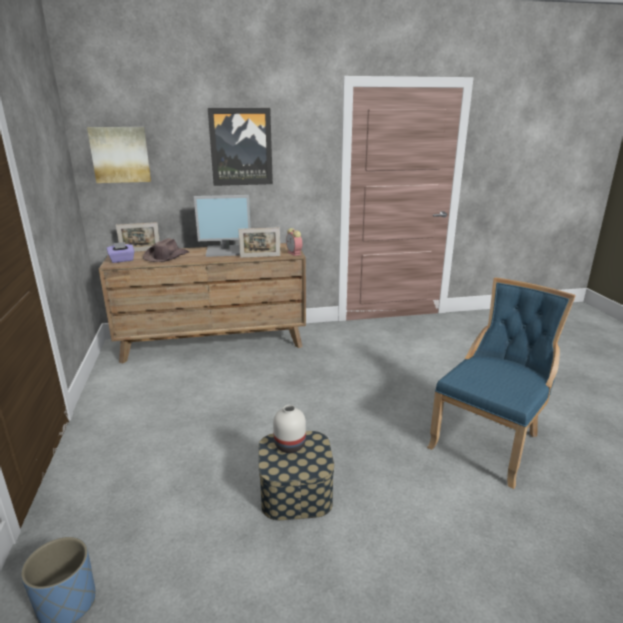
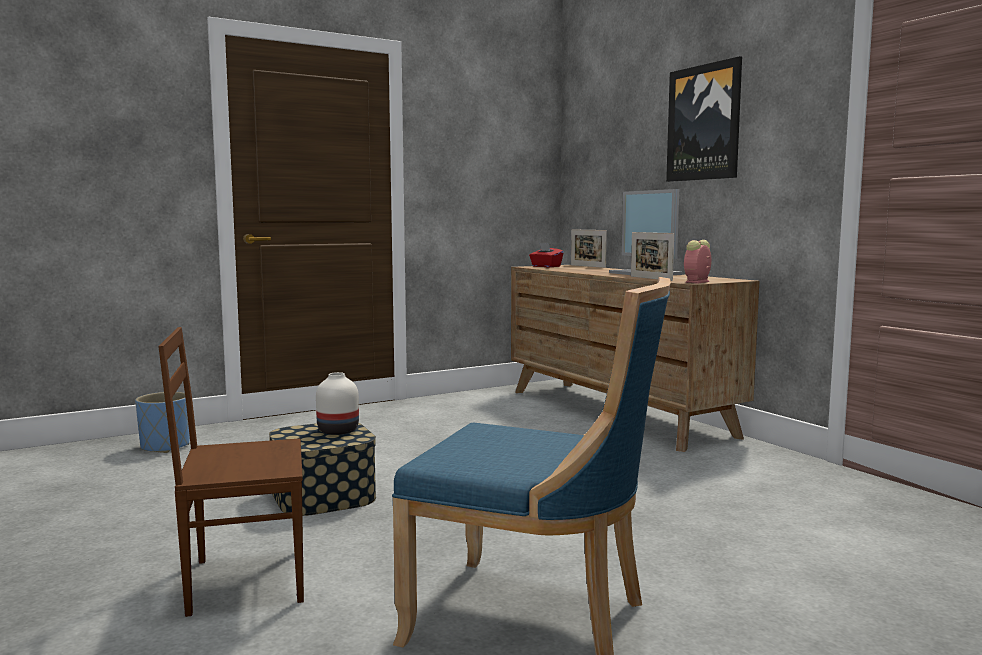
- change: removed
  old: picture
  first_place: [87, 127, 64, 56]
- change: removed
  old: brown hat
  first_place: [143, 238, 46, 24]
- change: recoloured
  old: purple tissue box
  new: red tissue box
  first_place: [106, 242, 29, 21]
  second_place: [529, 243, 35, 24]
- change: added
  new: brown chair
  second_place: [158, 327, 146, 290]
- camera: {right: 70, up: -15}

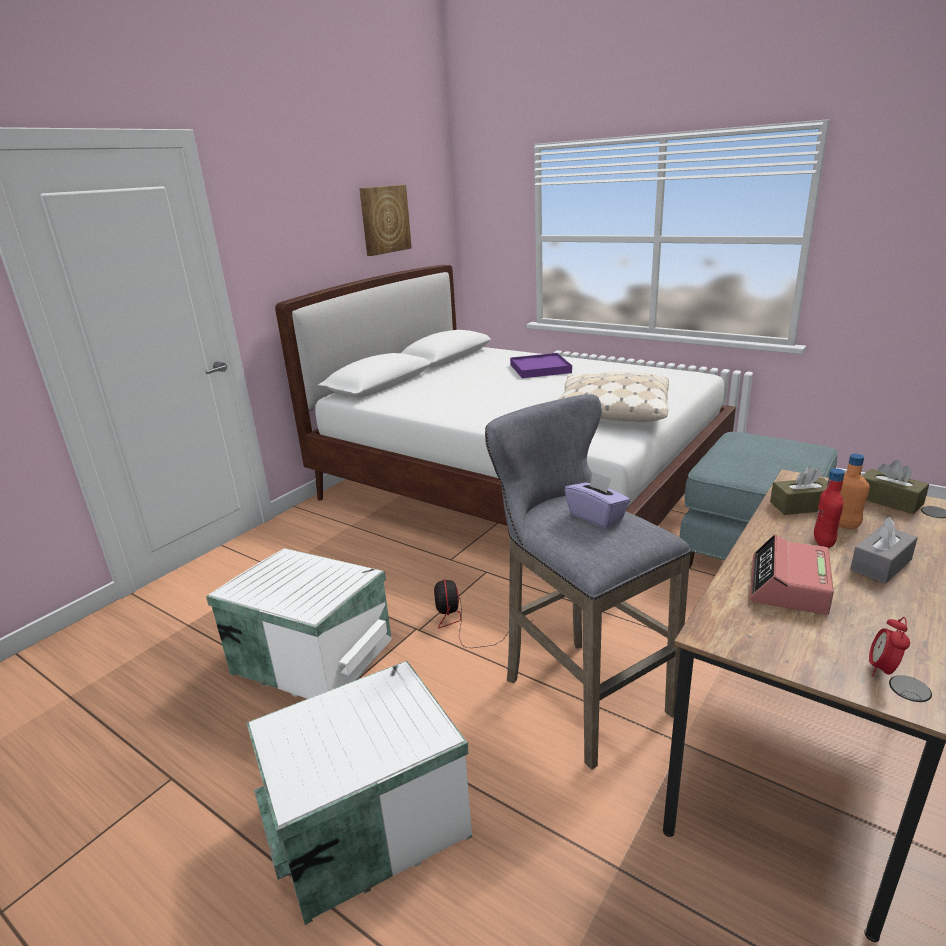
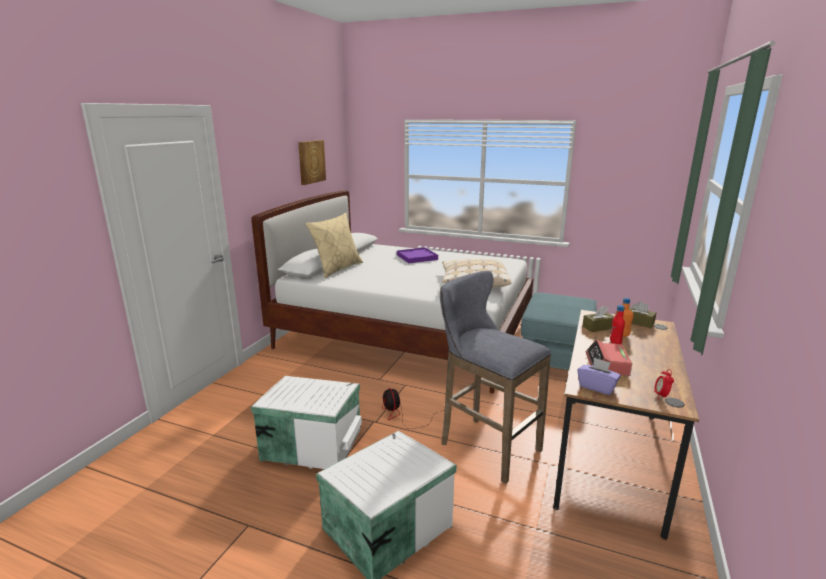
- change: moved
  old: purple tissue box
  first_place: [565, 472, 65, 56]
  second_place: [577, 358, 44, 37]
- change: removed
  old: grey tissue box
  first_place: [850, 517, 68, 67]
- change: added
  new: beige pillow
  second_place: [306, 213, 57, 65]
- camera: {right: -15, up: -5}

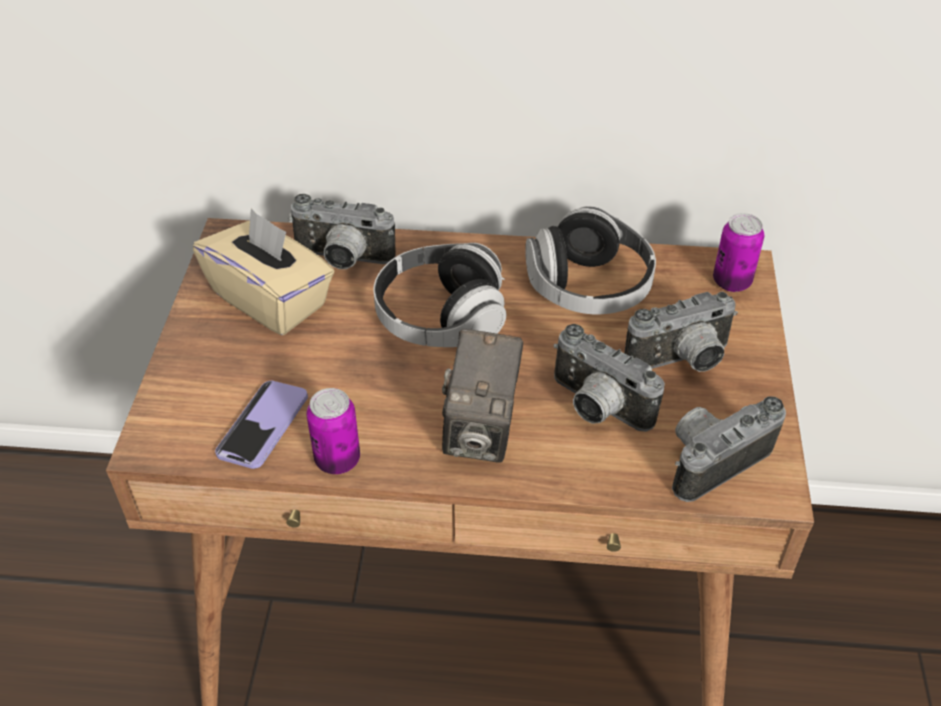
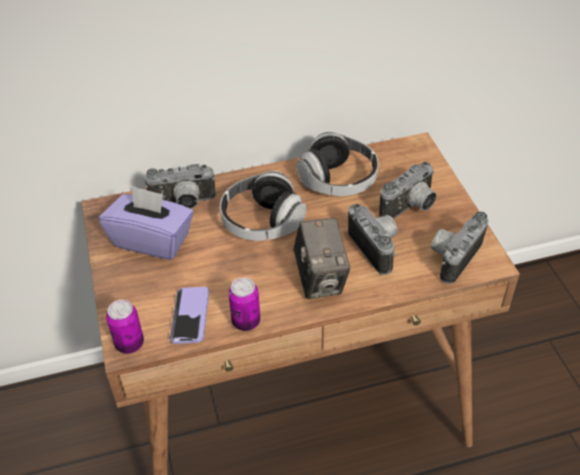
- change: recoloured
  old: beige tissue box
  new: purple tissue box
  first_place: [193, 208, 142, 127]
  second_place: [99, 186, 95, 74]
- change: moved
  old: can
  first_place: [713, 213, 51, 79]
  second_place: [106, 300, 38, 54]
- change: turned
  old: photo camera
  first_place: [553, 324, 112, 108]
  second_place: [348, 204, 50, 71]
  degrees: -135
- camera: {right: -20, up: 0}

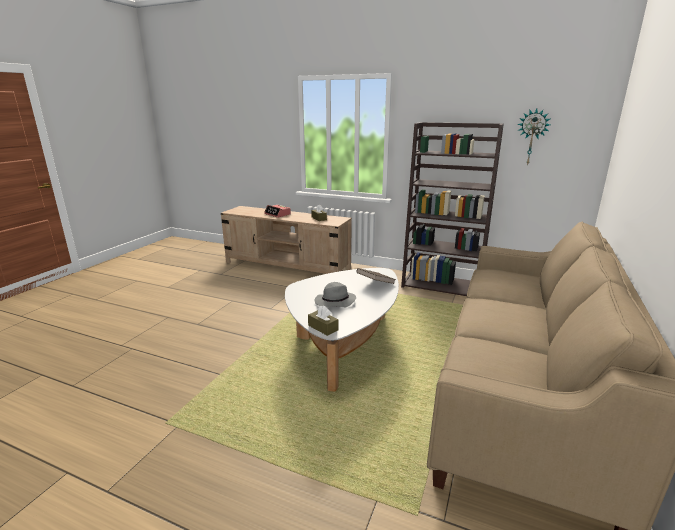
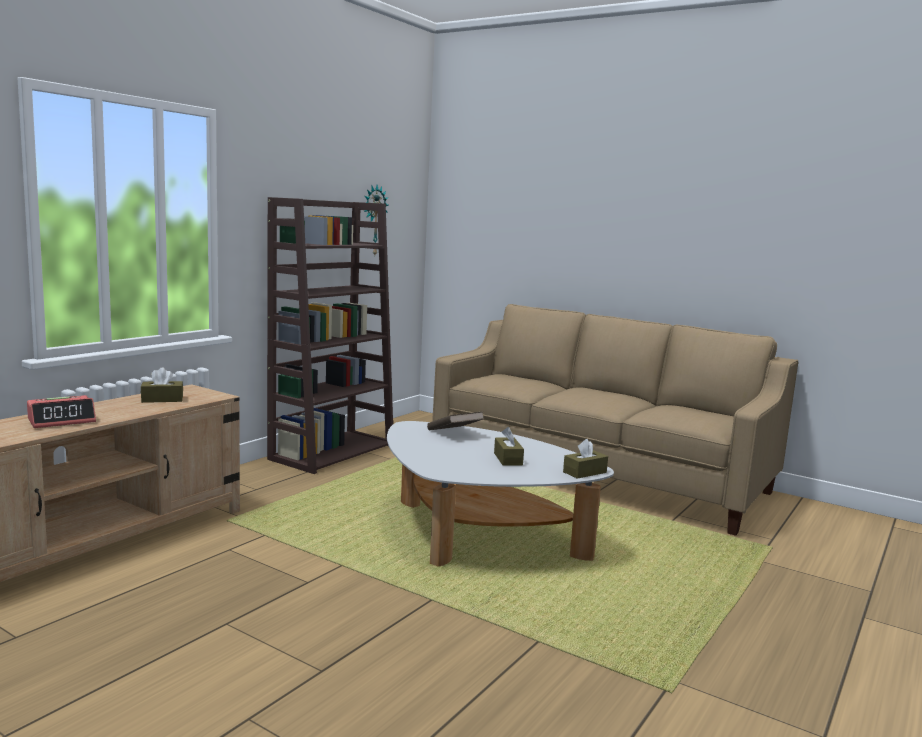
- change: replaced
  old: grey hat
  new: brown tissue box
  first_place: [314, 282, 42, 26]
  second_place: [494, 427, 30, 39]
- camera: {right: -80, up: -10}

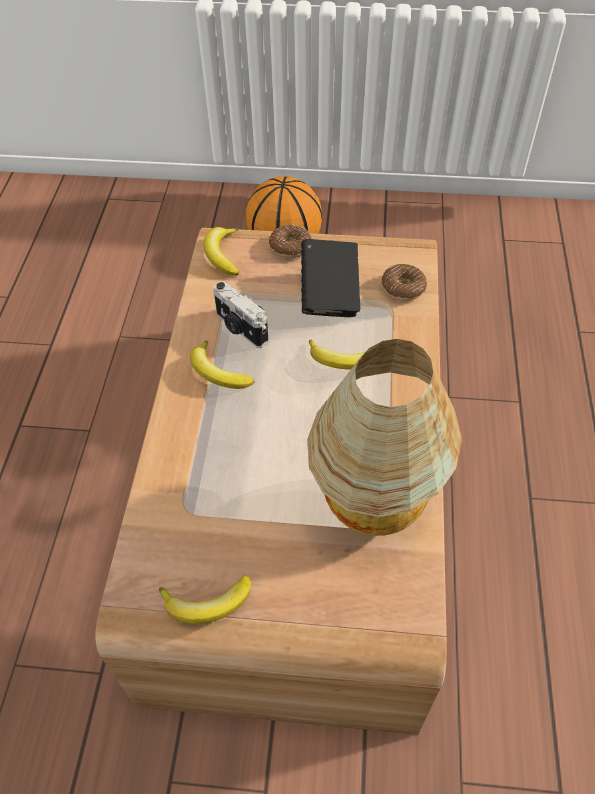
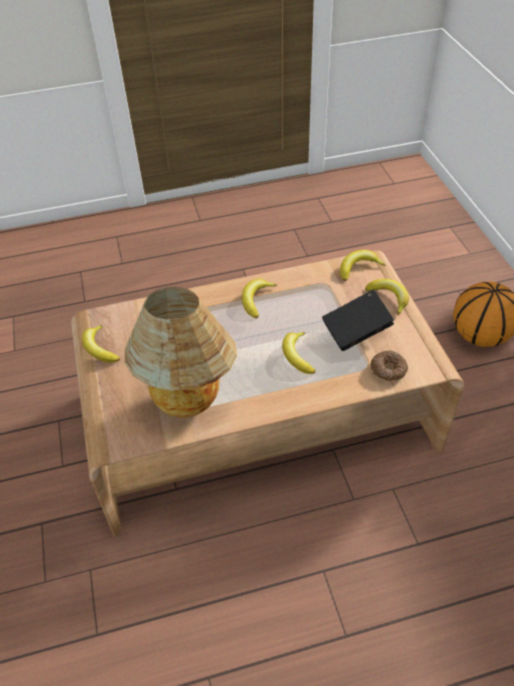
- change: replaced
  old: donut
  new: banana
  first_place: [269, 224, 43, 34]
  second_place: [365, 279, 44, 36]
- change: removed
  old: photo camera
  first_place: [213, 281, 56, 67]
- camera: {right: 70, up: -5}

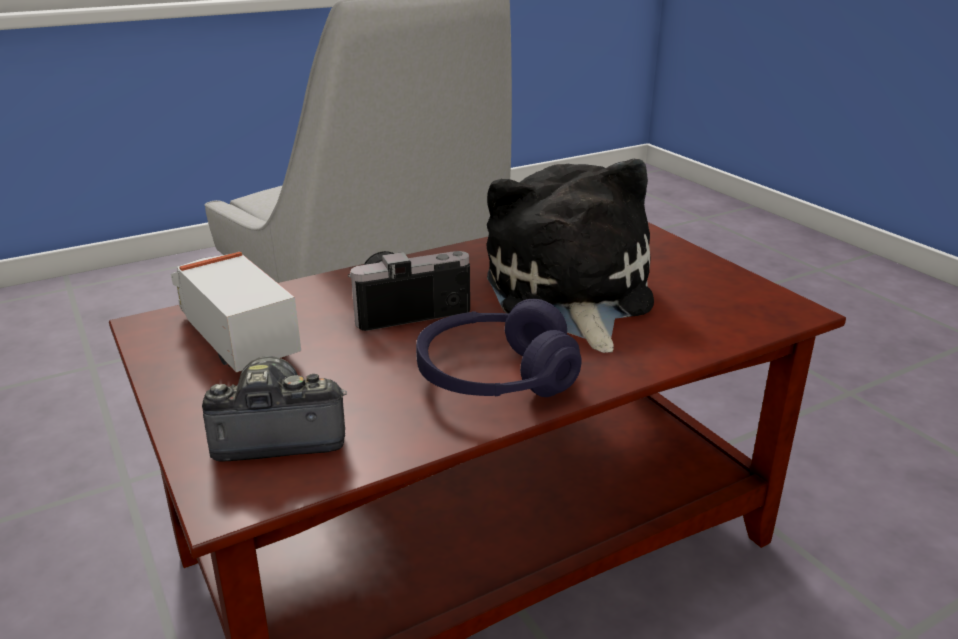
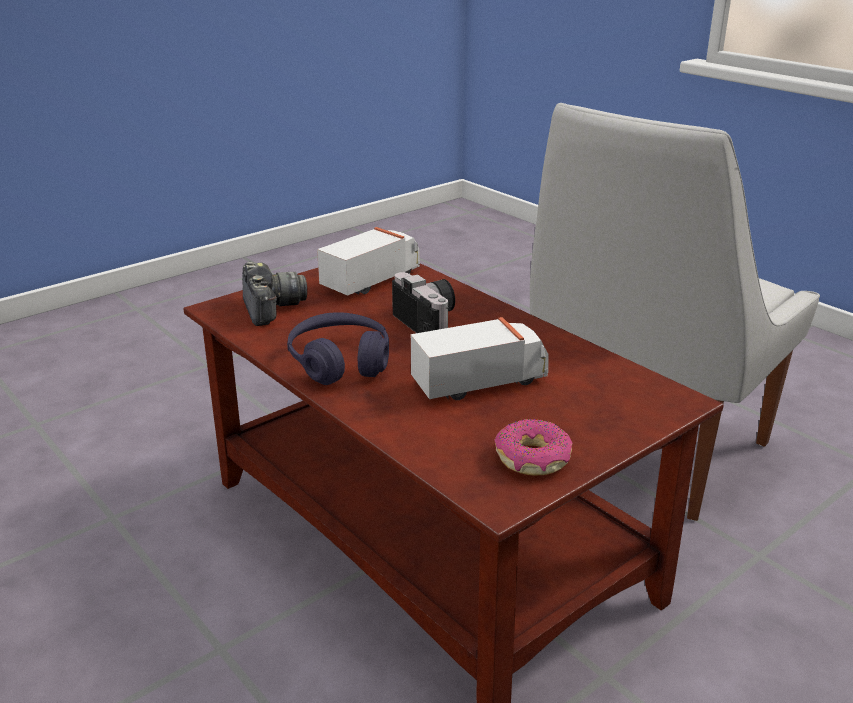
- change: replaced
  old: plush toy
  new: toy truck
  first_place: [486, 158, 168, 195]
  second_place: [411, 317, 138, 83]
- change: added
  new: donut
  second_place: [494, 419, 79, 57]
- camera: {right: 80, up: 0}

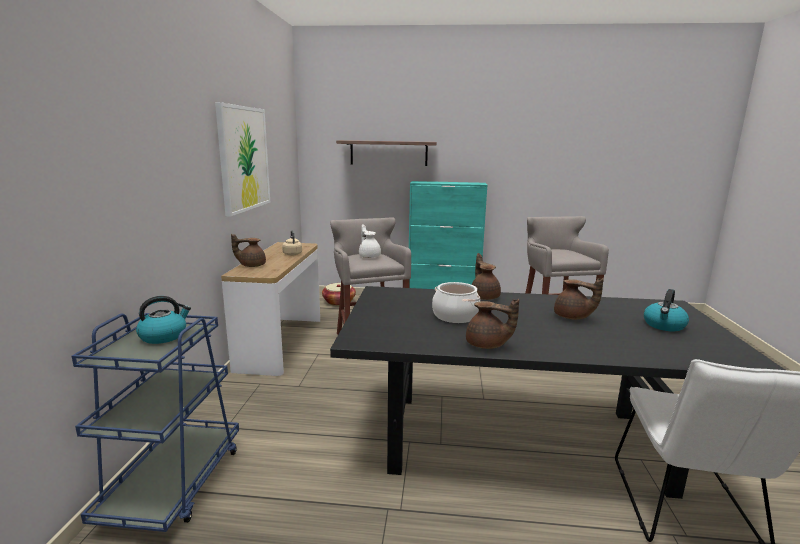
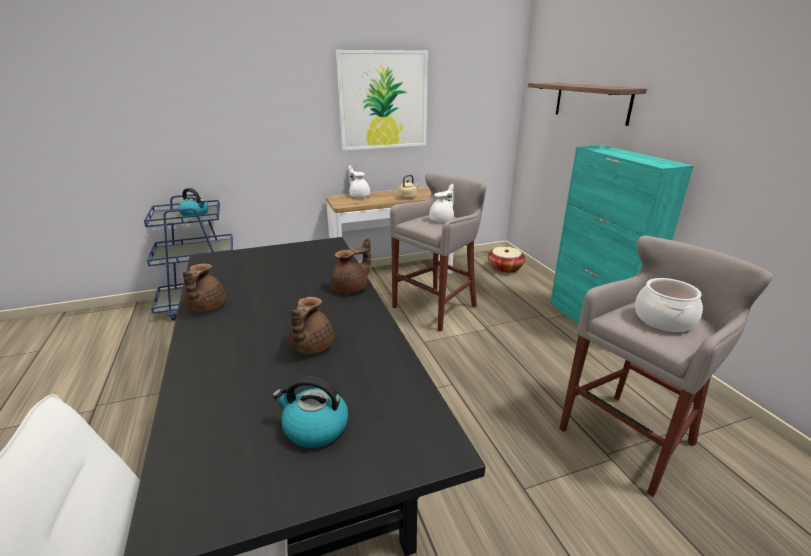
- change: recoloured
  old: brown teapot
  new: white teapot
  first_place: [231, 234, 35, 33]
  second_place: [349, 165, 21, 33]
- change: moved
  old: cooking pot
  first_place: [432, 282, 48, 41]
  second_place: [635, 278, 68, 54]
- camera: {right: 65, up: 10}

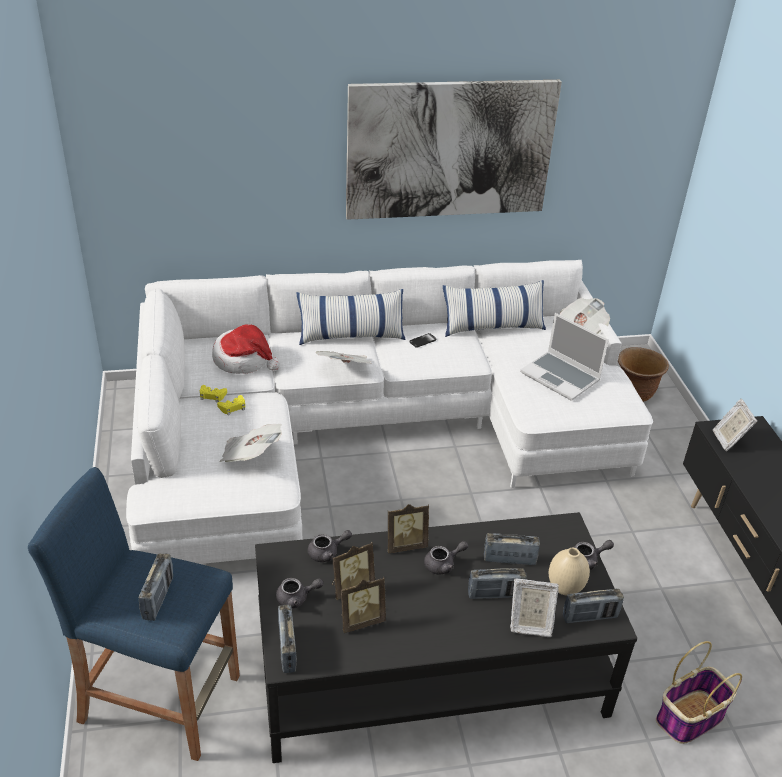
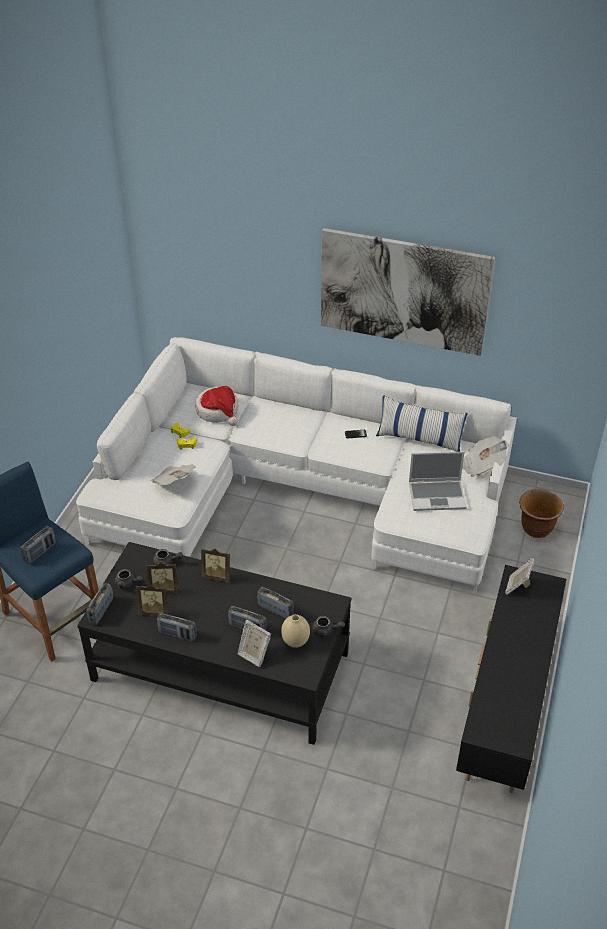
- change: removed
  old: pillow
  first_place: [297, 289, 108, 56]
- change: turned
  old: laptop
  first_place: [520, 313, 89, 88]
  second_place: [409, 452, 58, 59]
  degrees: -75
- change: removed
  old: newspaper
  first_place: [316, 351, 56, 13]
- change: removed
  old: grey teapot
  first_place: [424, 541, 44, 34]
- change: moved
  old: radio
  first_place: [563, 589, 61, 34]
  second_place: [157, 613, 40, 28]
- change: removed
  old: basket
  first_place: [656, 641, 86, 103]
- camera: {right: 30, up: 5}

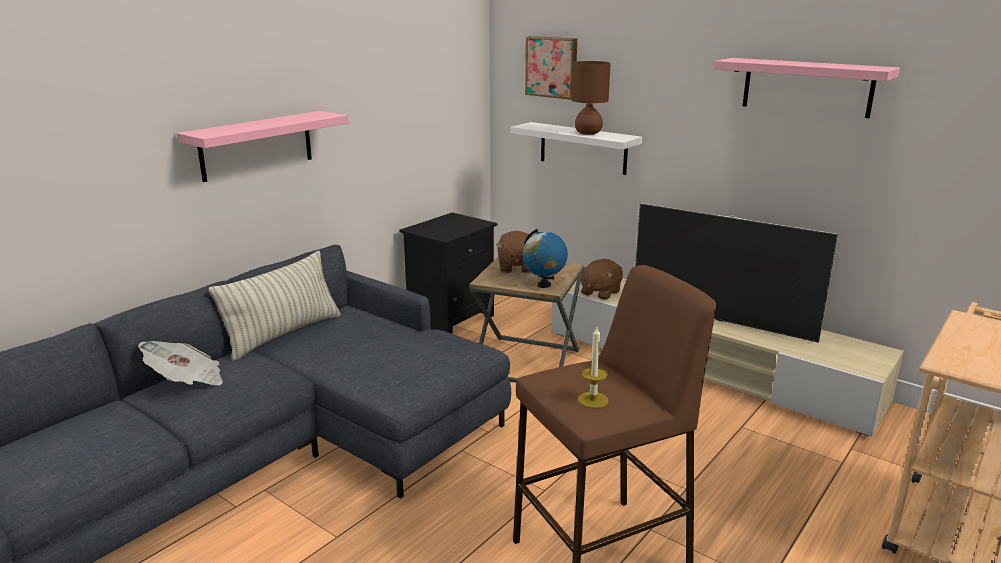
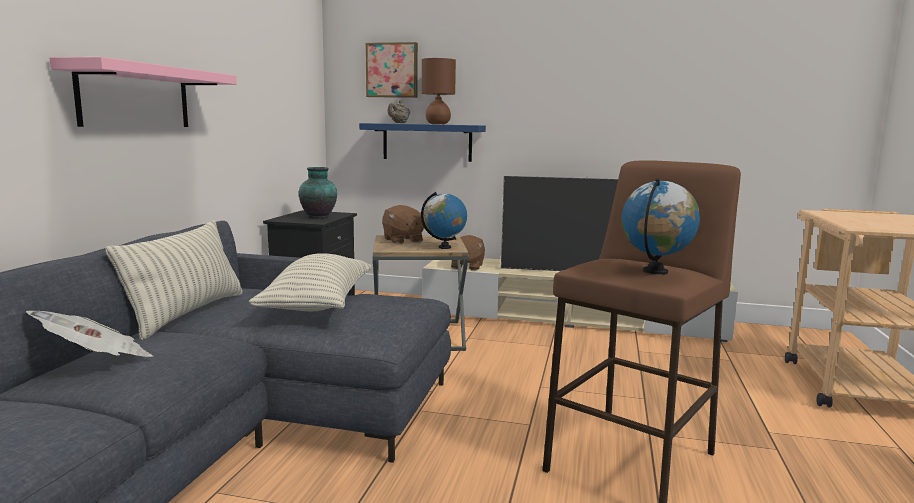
- change: removed
  old: pink shelf
  first_place: [714, 58, 186, 60]
- change: recoloured
  old: white shelf
  new: blue shelf
  first_place: [510, 122, 132, 53]
  second_place: [359, 123, 127, 39]
- change: replaced
  old: candle
  new: globe
  first_place: [578, 327, 30, 81]
  second_place: [622, 179, 78, 96]
- change: added
  new: beige teapot
  second_place: [387, 100, 23, 24]
- change: added
  new: vase
  second_place: [299, 167, 38, 52]
- change: added
  new: pillow
  second_place: [249, 253, 122, 58]
- camera: {right: -25, up: -10}

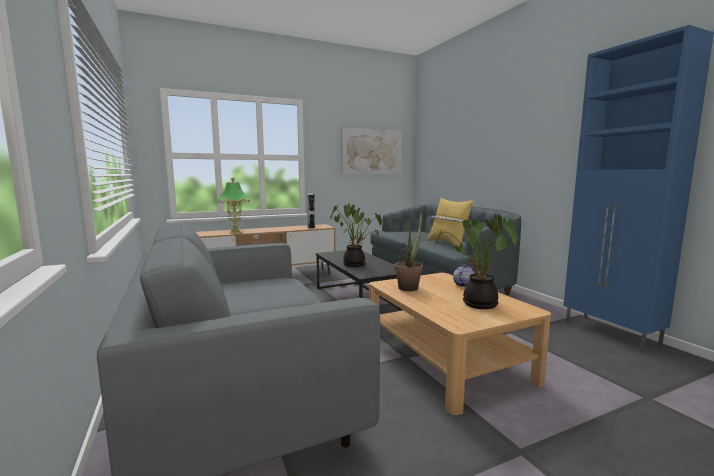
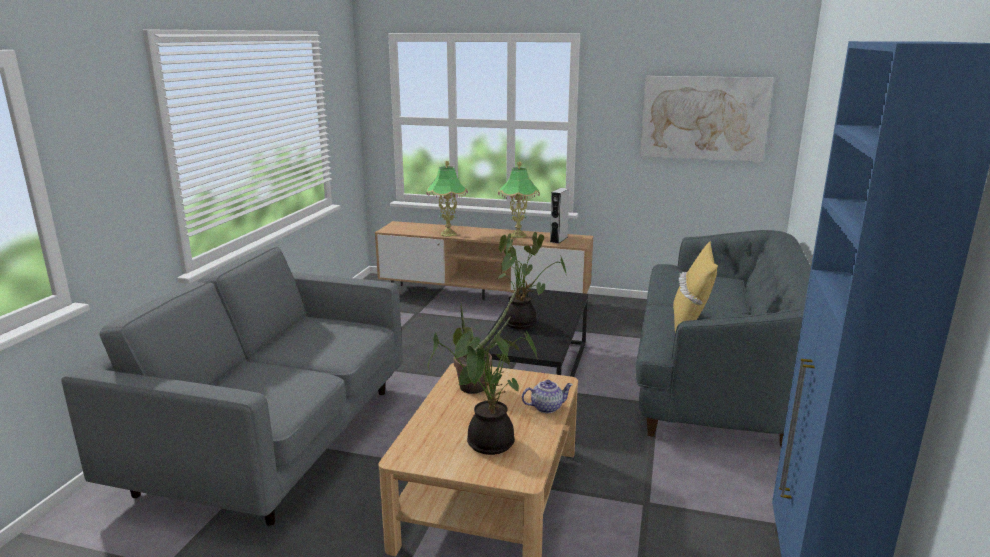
- change: added
  new: table lamp
  second_place: [498, 162, 42, 76]
- camera: {right: 40, up: 10}

